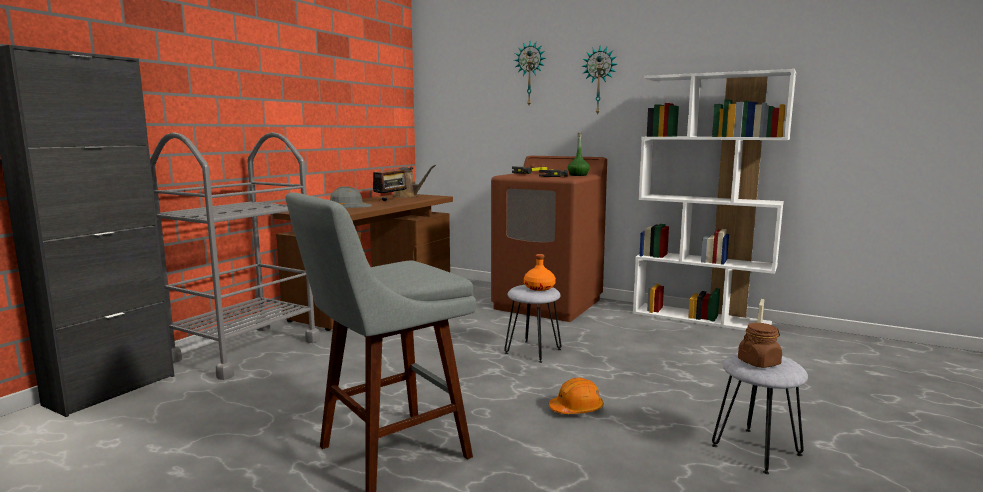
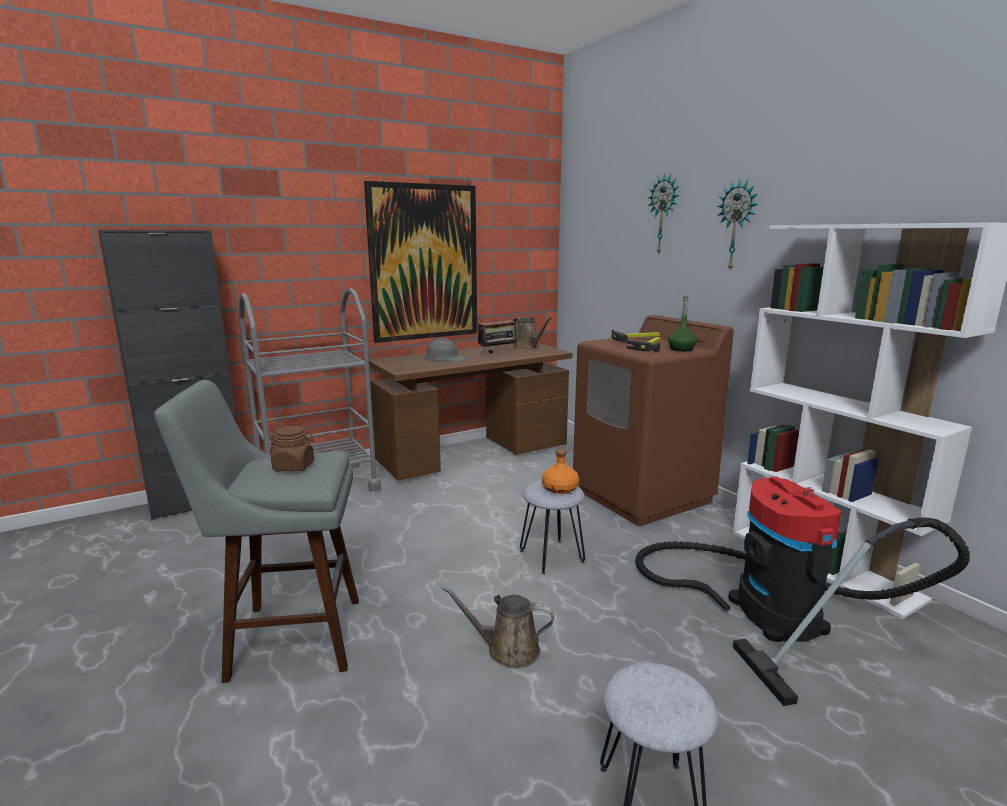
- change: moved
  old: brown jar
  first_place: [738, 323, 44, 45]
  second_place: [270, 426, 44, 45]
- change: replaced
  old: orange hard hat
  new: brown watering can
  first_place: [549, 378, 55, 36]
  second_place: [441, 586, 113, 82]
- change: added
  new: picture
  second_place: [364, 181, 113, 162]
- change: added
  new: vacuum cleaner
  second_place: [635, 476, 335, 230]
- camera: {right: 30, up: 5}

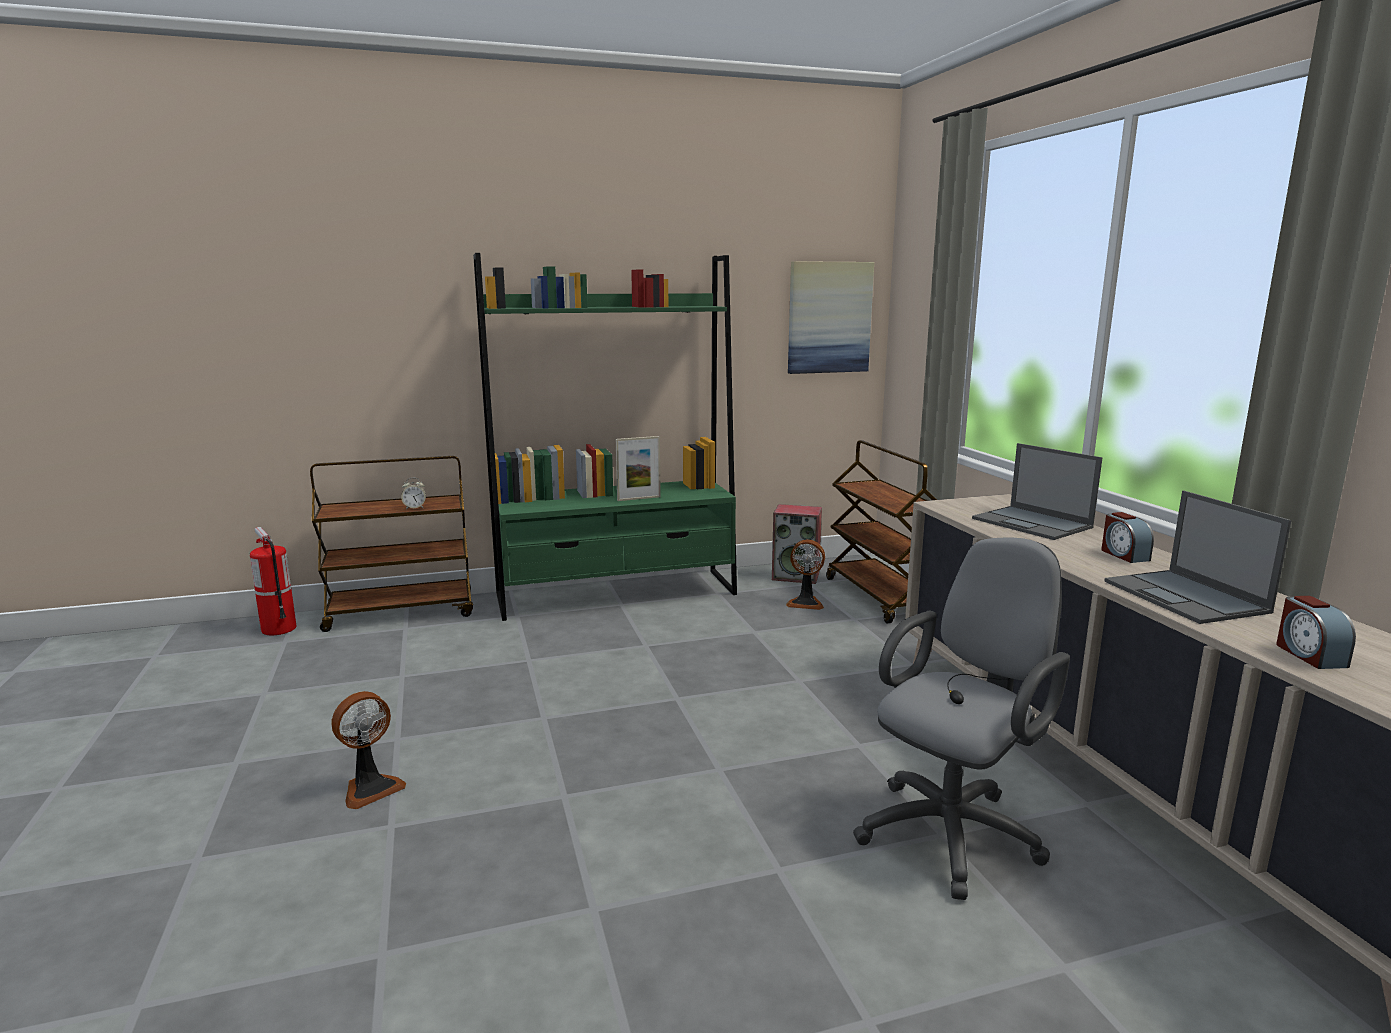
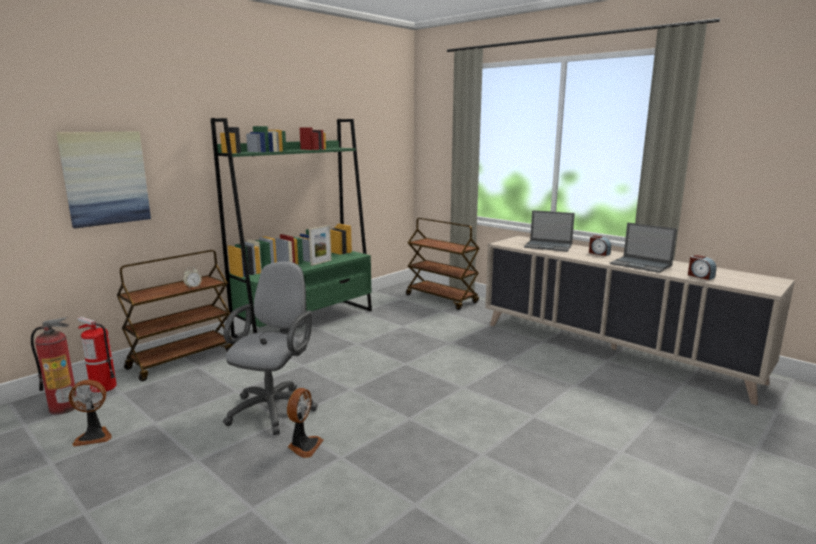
- change: moved
  old: picture
  first_place: [788, 261, 86, 113]
  second_place: [56, 131, 95, 98]
- change: removed
  old: speaker
  first_place: [772, 504, 50, 80]
- change: moved
  old: grey office chair
  first_place: [853, 538, 217, 362]
  second_place: [223, 261, 95, 174]
- change: moved
  old: fan
  first_place: [786, 539, 39, 71]
  second_place: [69, 380, 43, 66]
- change: added
  new: fire extinguisher
  second_place: [31, 317, 46, 98]
- camera: {right: -30, up: 0}

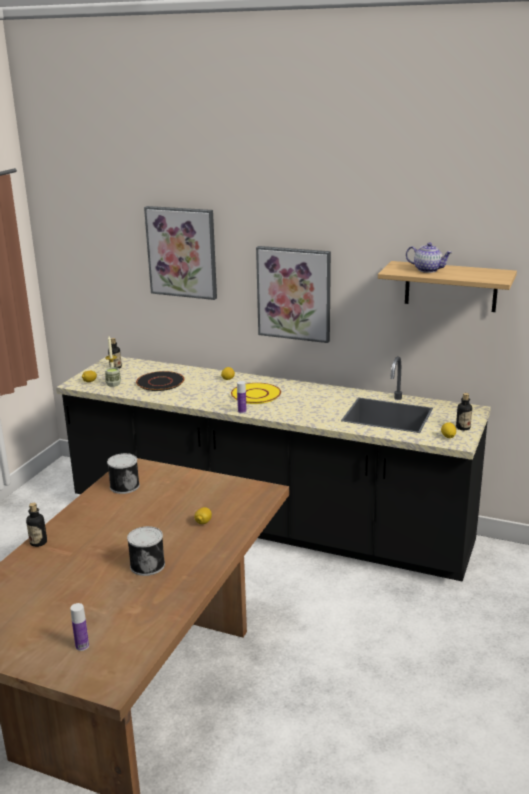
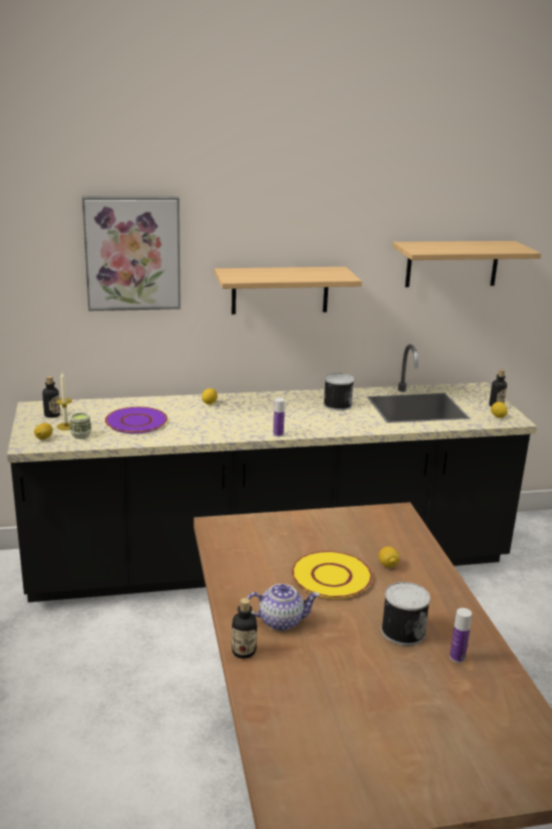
- change: moved
  old: teapot
  first_place: [406, 243, 47, 30]
  second_place: [247, 584, 73, 47]
- change: replaced
  old: picture
  new: shelf
  first_place: [256, 246, 75, 97]
  second_place: [214, 267, 148, 47]
- change: recoloured
  old: black plate
  new: purple plate
  first_place: [136, 371, 48, 20]
  second_place: [105, 407, 63, 27]
- change: moved
  old: yellow plate
  first_place: [231, 383, 50, 21]
  second_place: [292, 551, 80, 48]
- change: moved
  old: can
  first_place: [107, 453, 33, 41]
  second_place: [323, 373, 31, 38]
- change: moved
  old: bottle
  first_place: [70, 603, 19, 48]
  second_place: [450, 608, 22, 55]
- camera: {right: -35, up: 0}

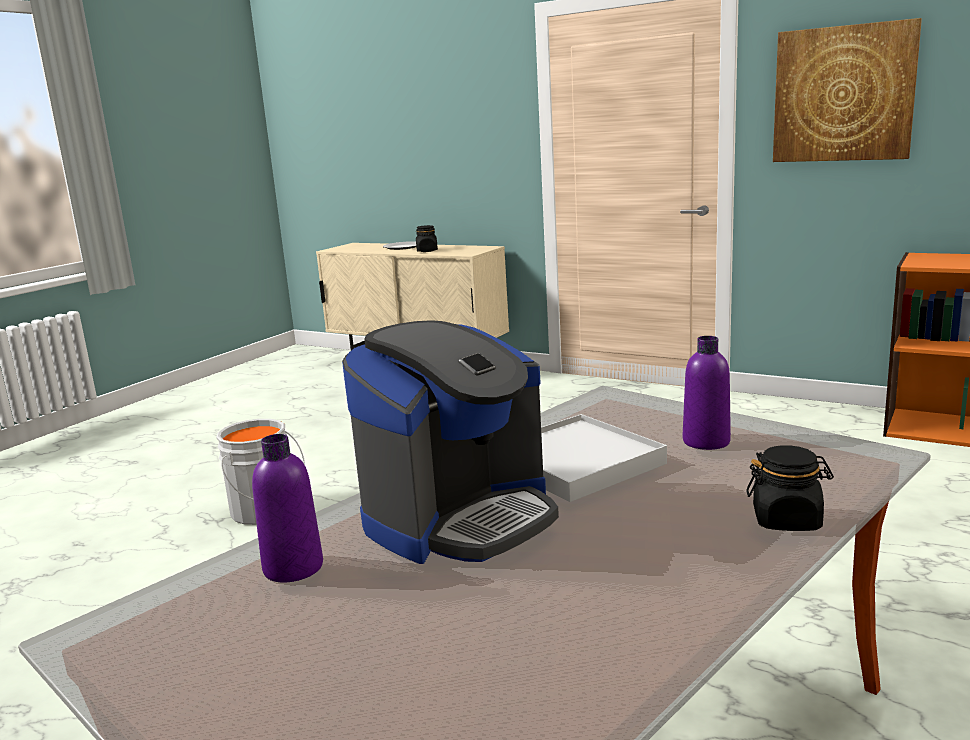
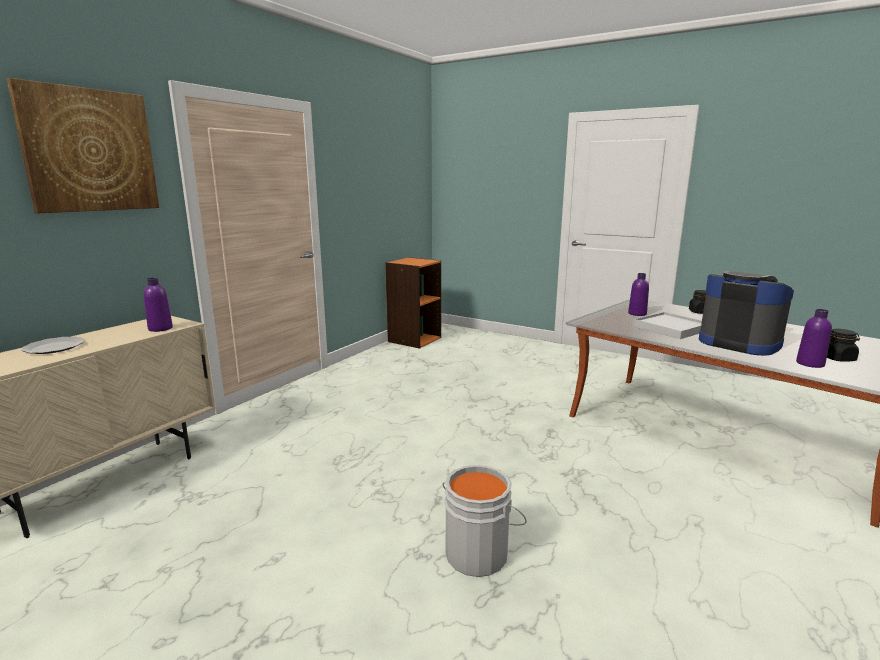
- change: moved
  old: picture
  first_place: [773, 18, 149, 144]
  second_place: [6, 78, 153, 135]
- change: moved
  old: black jar
  first_place: [416, 225, 22, 27]
  second_place: [827, 329, 33, 33]
- change: added
  new: purple bottle
  second_place: [144, 278, 29, 54]
- camera: {right: -90, up: 0}

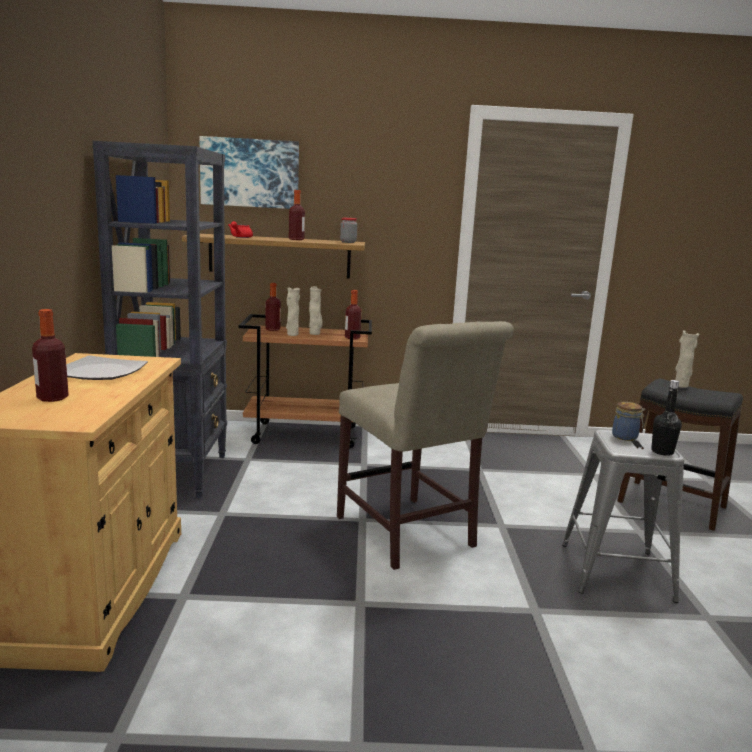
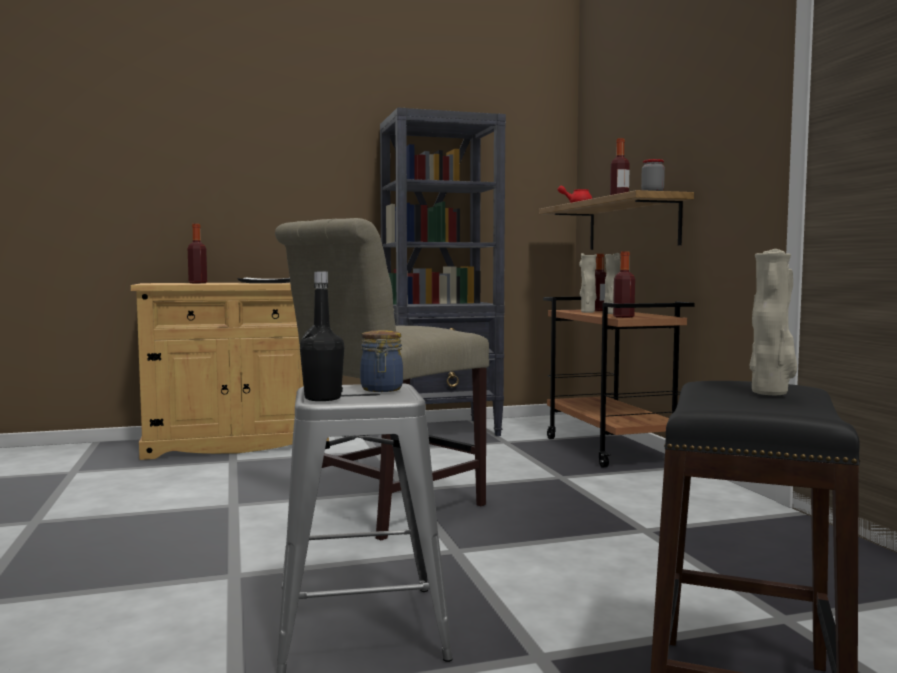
- change: removed
  old: picture
  first_place: [199, 136, 100, 73]
- camera: {right: 75, up: -10}

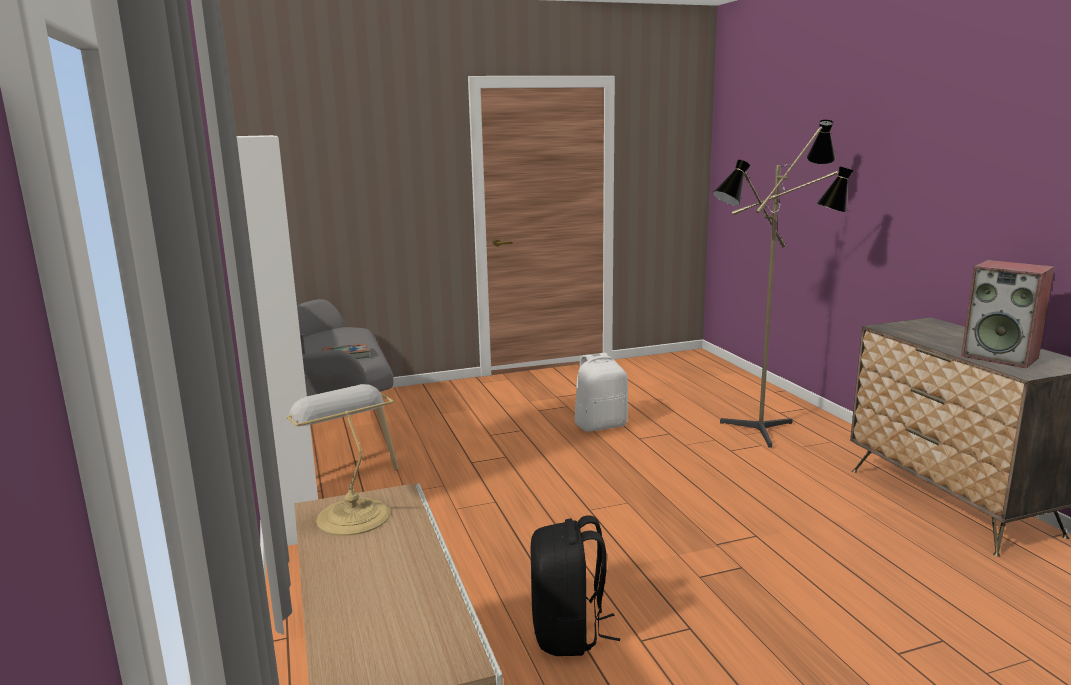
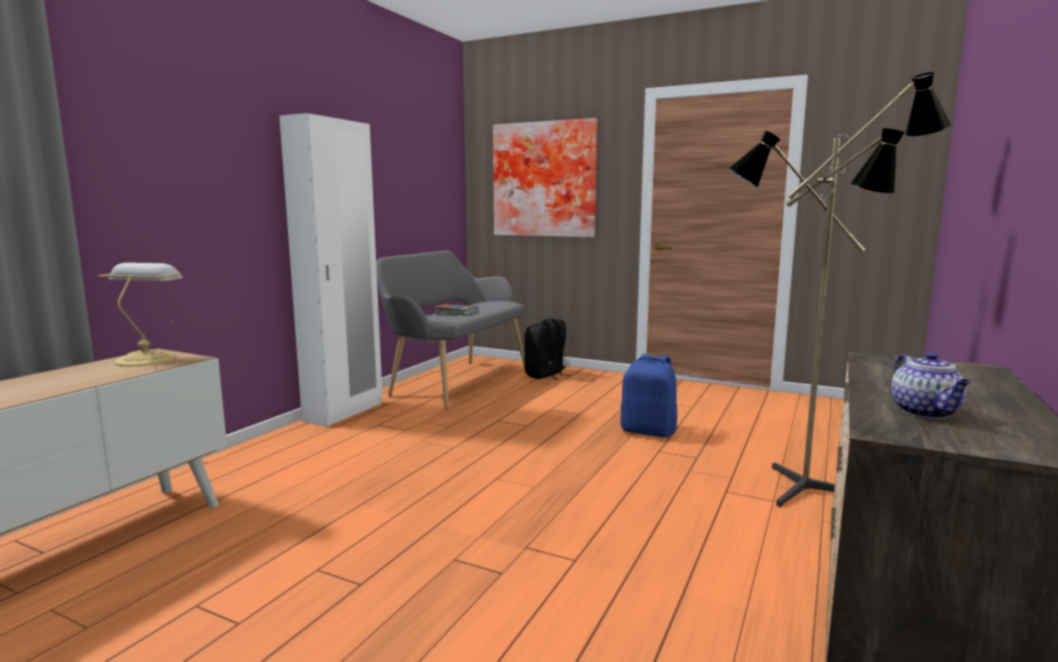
- change: replaced
  old: speaker
  new: teapot
  first_place: [961, 260, 93, 108]
  second_place: [891, 352, 80, 67]
- change: recoloured
  old: white backpack
  new: blue backpack
  first_place: [574, 353, 54, 79]
  second_place: [620, 354, 57, 84]
- change: moved
  old: black backpack
  first_place: [531, 515, 89, 141]
  second_place: [524, 319, 46, 61]
- change: added
  new: picture
  second_place: [493, 118, 104, 119]
- camera: {right: 45, up: -5}

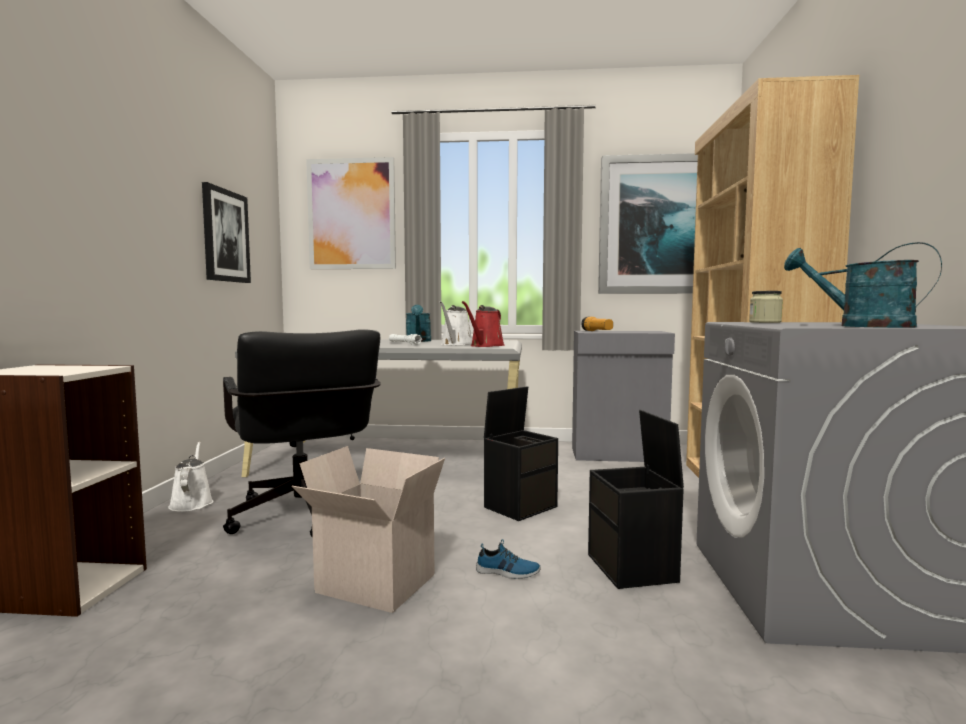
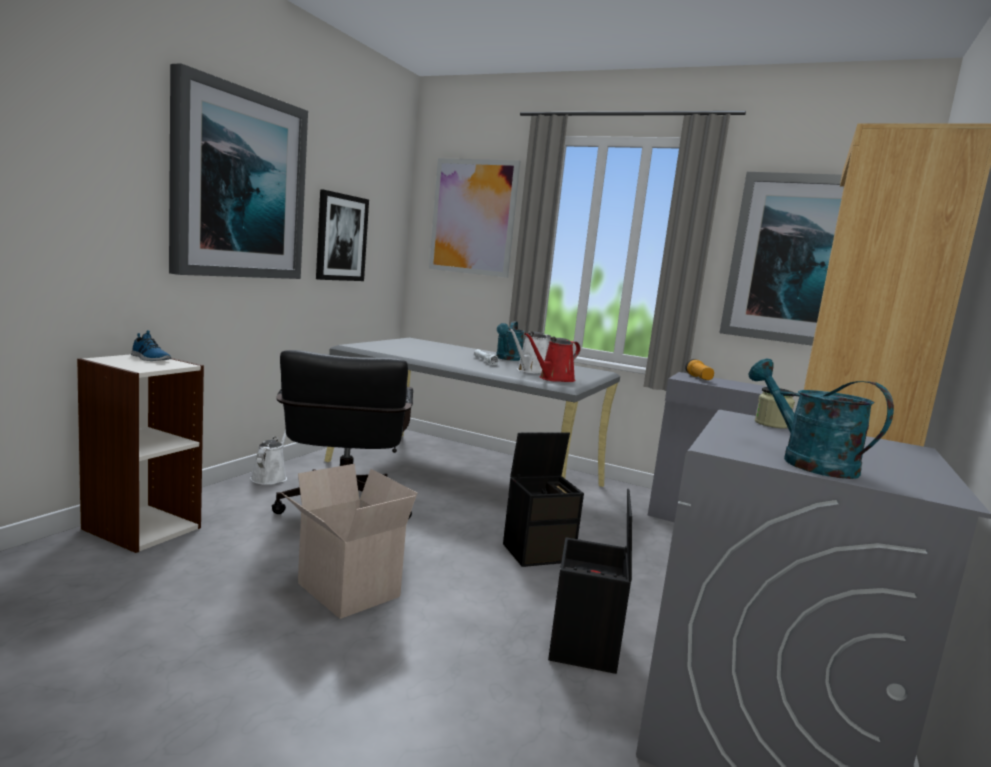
- change: moved
  old: shoe
  first_place: [476, 539, 64, 40]
  second_place: [131, 330, 40, 31]
- change: added
  new: picture
  second_place: [169, 63, 139, 216]
- camera: {right: 20, up: 5}

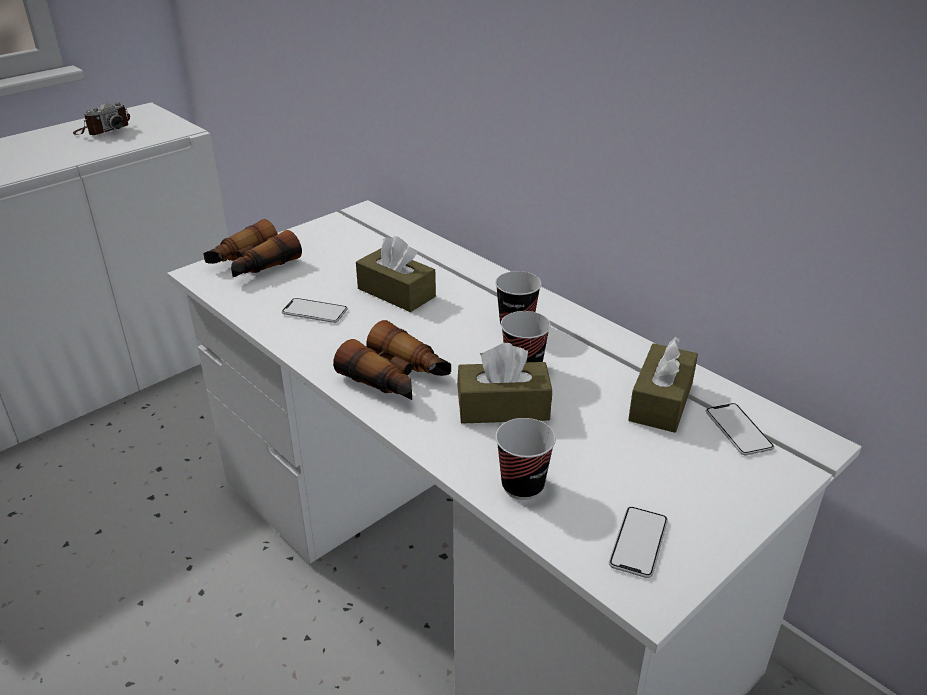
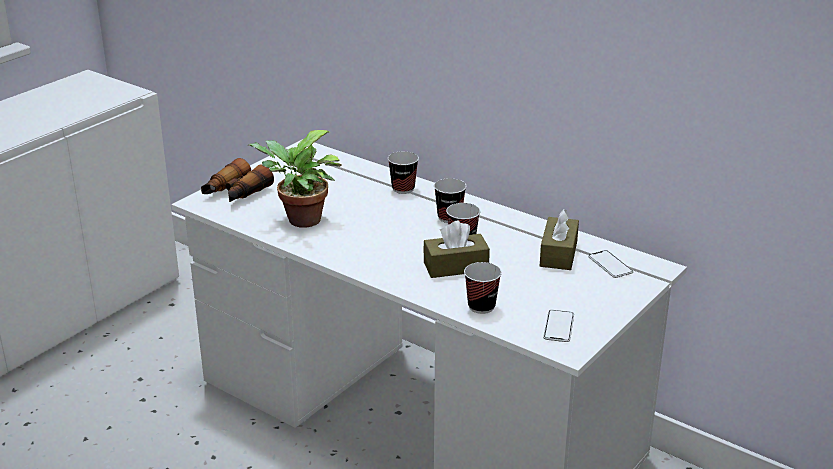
- change: removed
  old: photo camera
  first_place: [73, 102, 57, 33]
- change: removed
  old: brown tissue box
  first_place: [356, 236, 80, 76]
- change: replaced
  old: phone
  new: potted plant
  first_place: [282, 298, 66, 25]
  second_place: [249, 130, 93, 98]
- change: removed
  old: binoculars
  first_place: [333, 320, 118, 80]
- change: added
  new: cup
  second_place: [388, 151, 31, 43]
- camera: {right: -10, up: -5}

